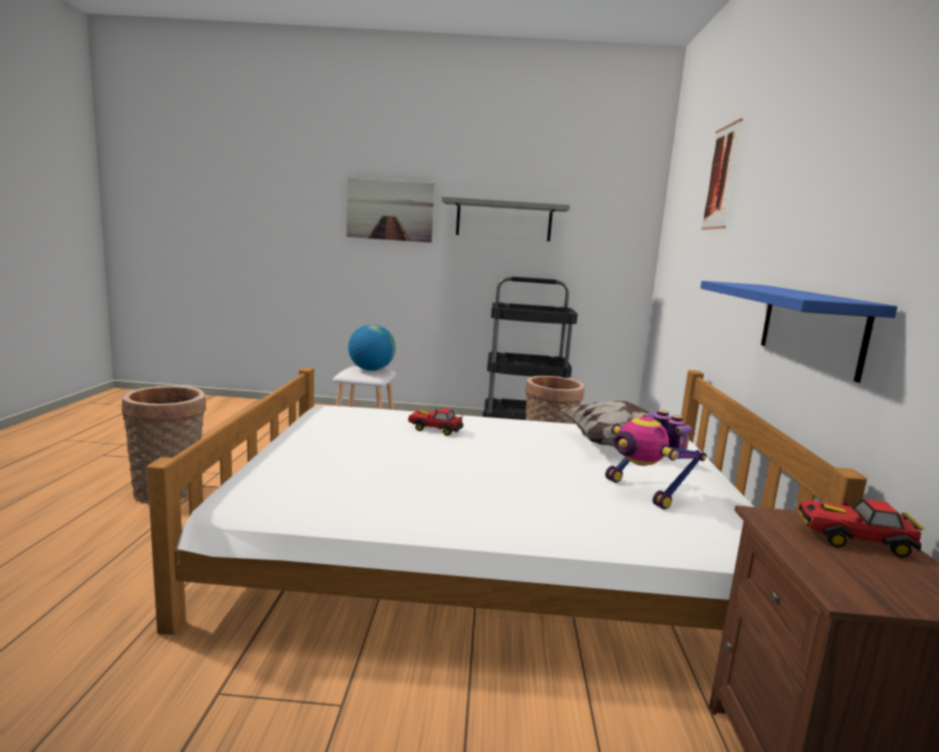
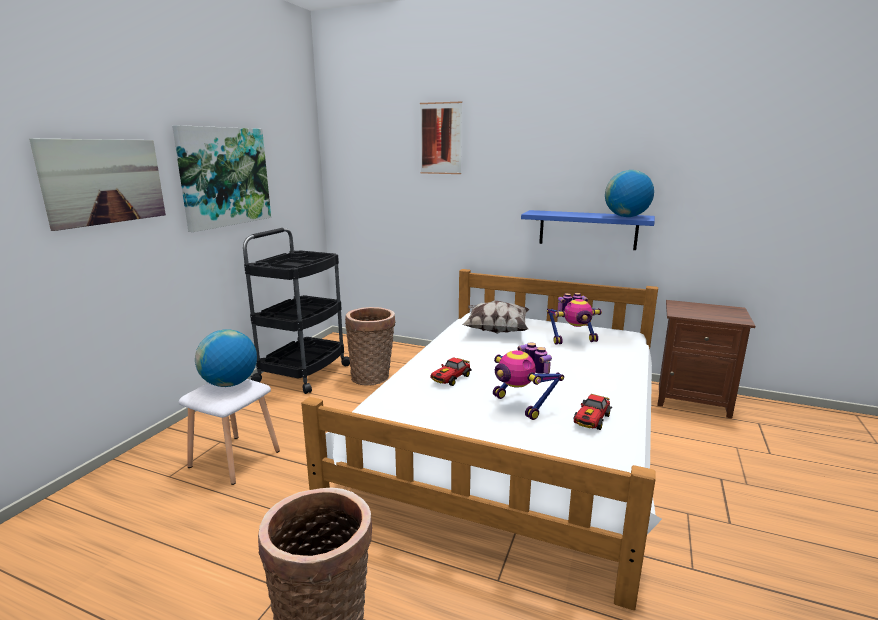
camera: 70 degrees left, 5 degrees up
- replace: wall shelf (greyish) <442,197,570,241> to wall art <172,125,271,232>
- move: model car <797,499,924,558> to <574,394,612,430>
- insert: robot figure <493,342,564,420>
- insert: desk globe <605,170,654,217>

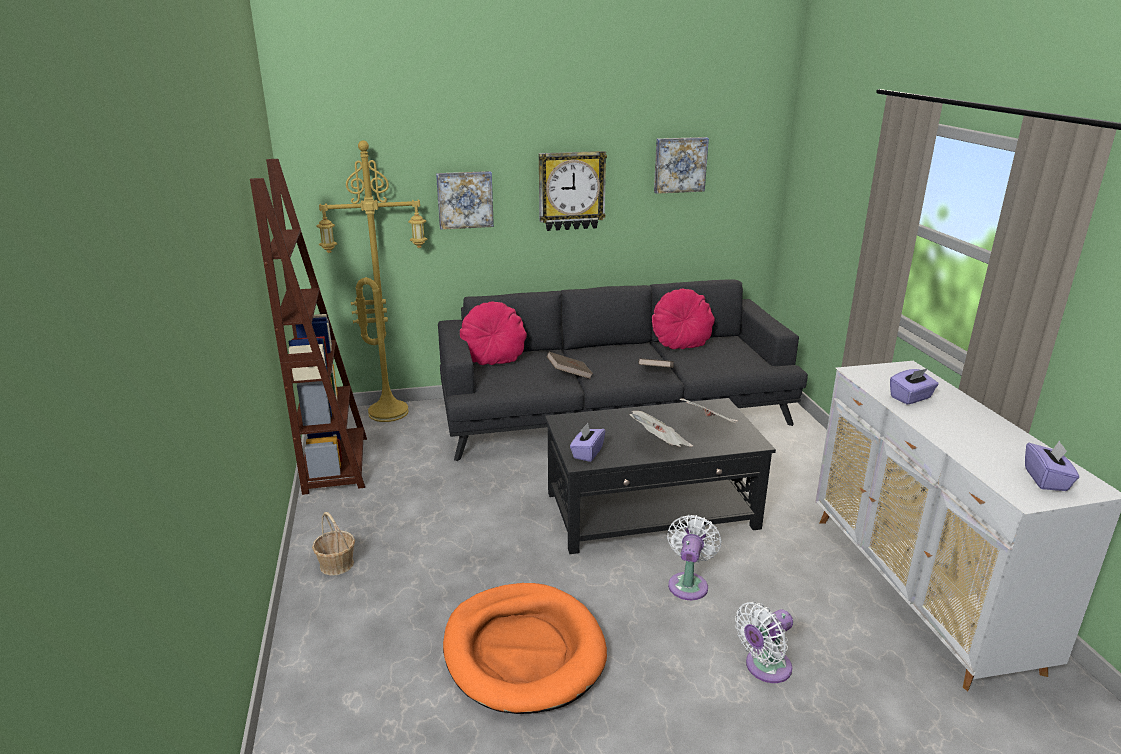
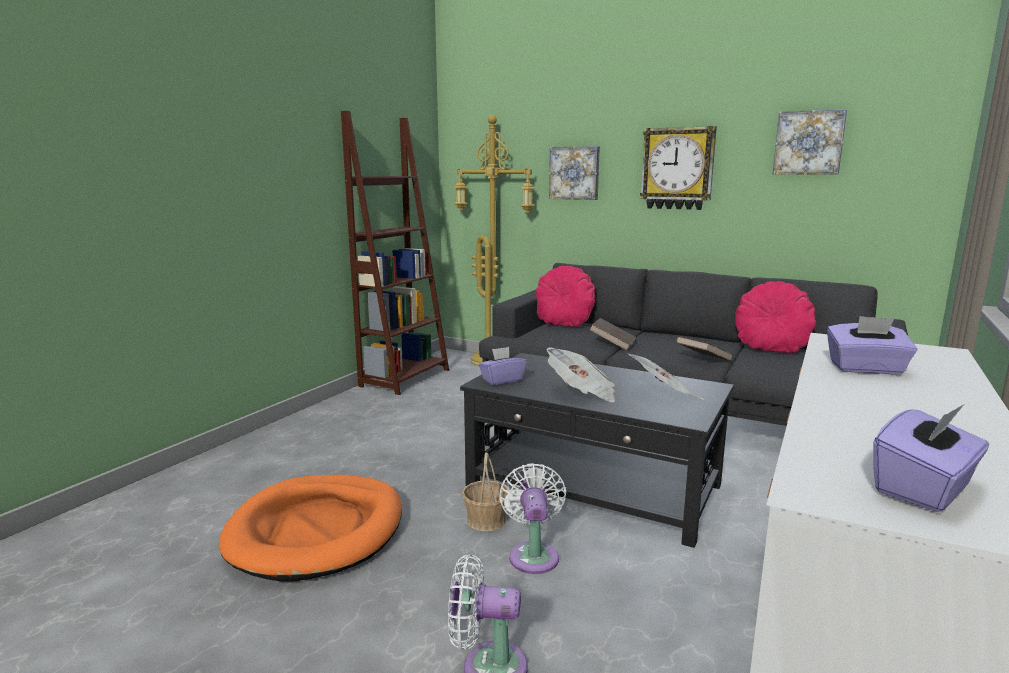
camera: 40 degrees right, 10 degrees down
- move: basket <312,512,355,576> to <462,452,510,532>
- rotate: cooling fan (white) <667,515,722,600> = <499,463,566,574> 60 degrees counterclockwise

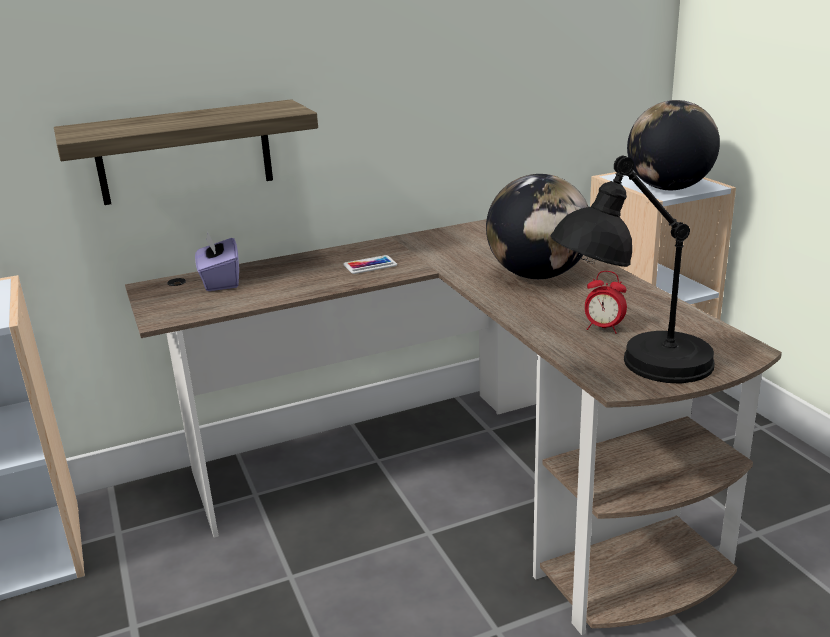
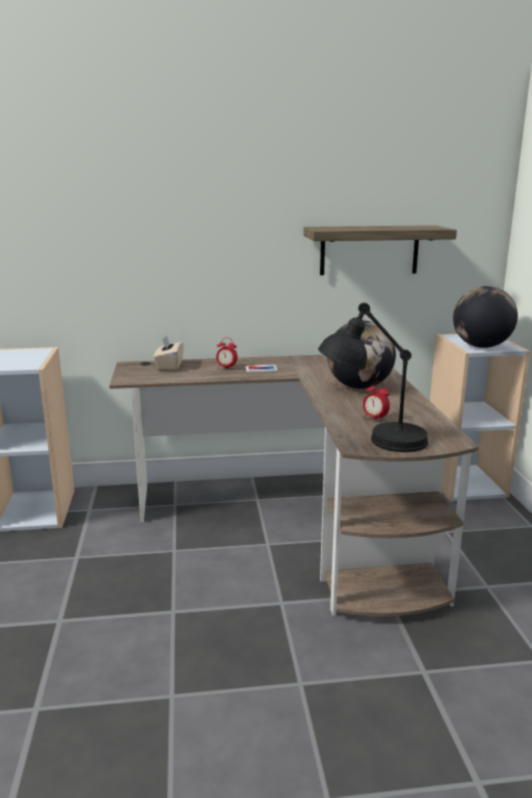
camera: 15 degrees right, 5 degrees down
- move: wall shelf <54,99,318,205> to <303,225,457,275>
- recolor: tissue box (purplish) <195,231,239,291> to tissue box (beige-coloured) <154,336,184,371>
- insert: bedside clock <216,338,238,370>

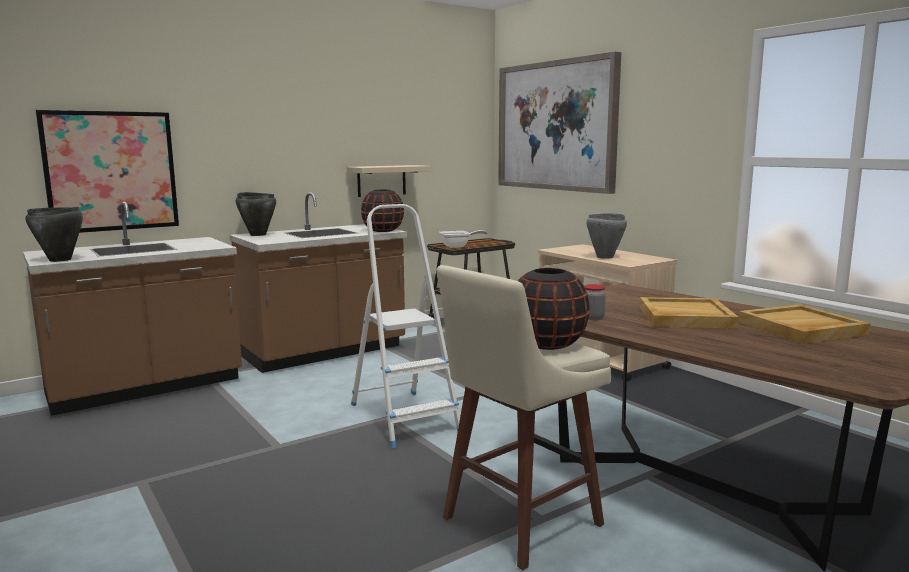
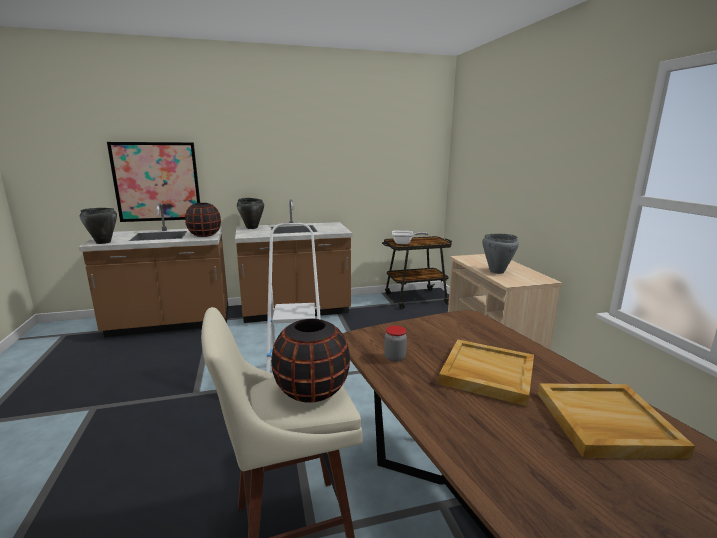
camera: 20 degrees right, 5 degrees up
- delete: wall shelf (beige-coloured) <347,165,431,197>
- move: vase (black-coloured) <361,190,404,232> to <185,203,221,237>
- delete: wall art <498,52,621,194>

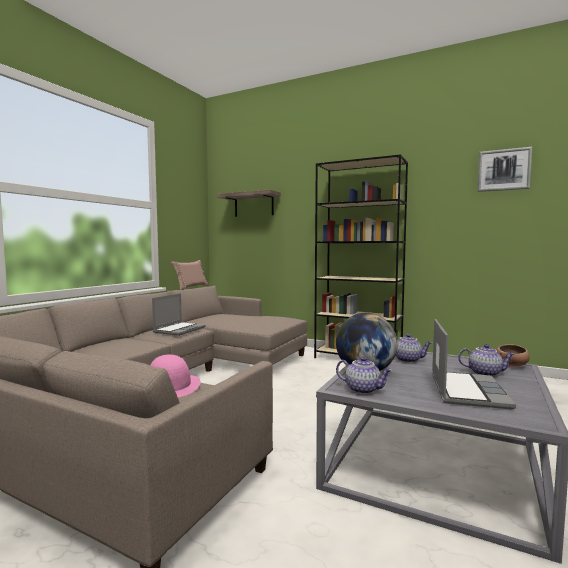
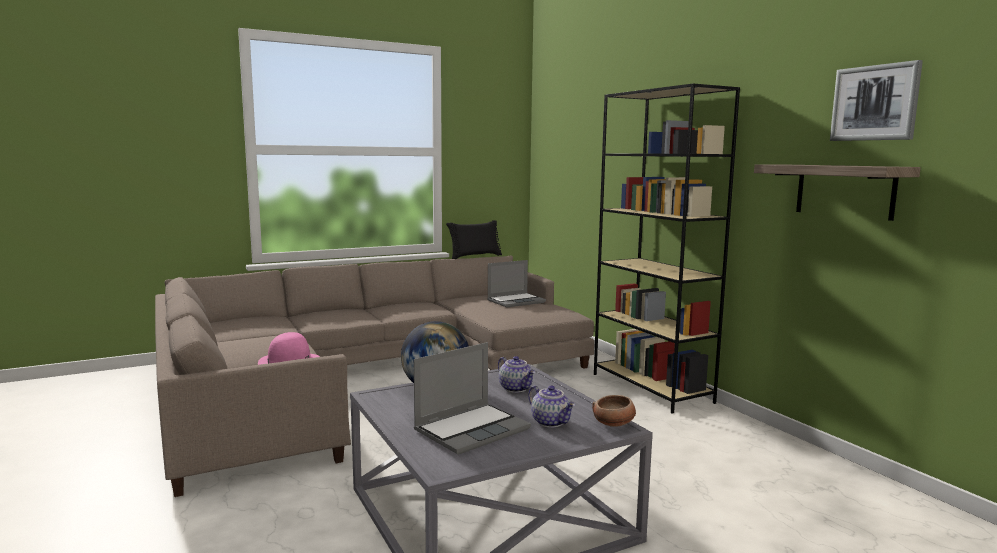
camera: 35 degrees right, 5 degrees up
- move: laptop <152,293,206,336> to <487,260,546,307>
- recolor: pillow (beige-coloured) <171,260,208,290> to pillow (black-coloured) <446,220,502,259>
- move: wall shelf <216,190,281,217> to <754,164,921,221>
- delete: pot for tea <336,357,393,394>

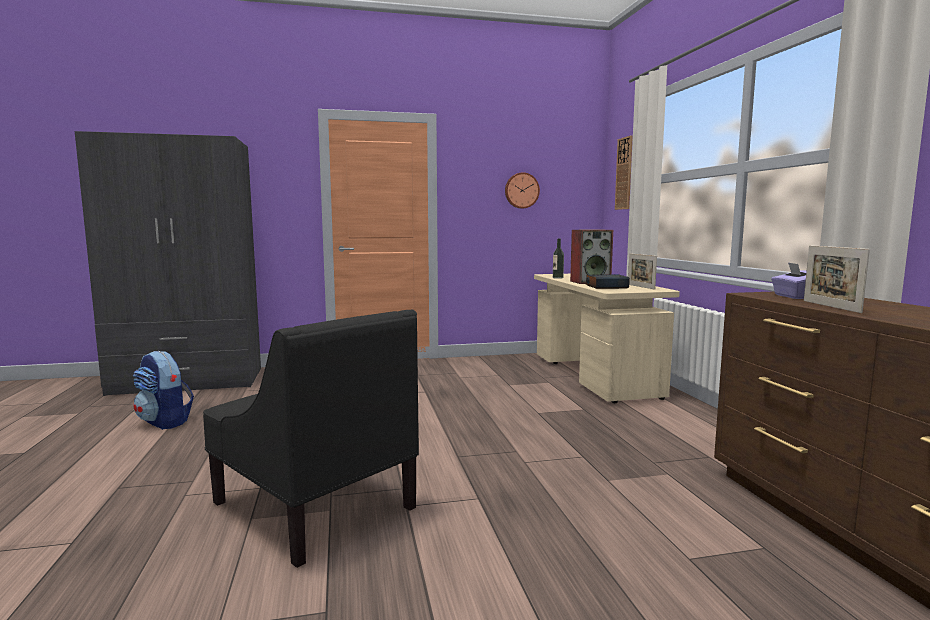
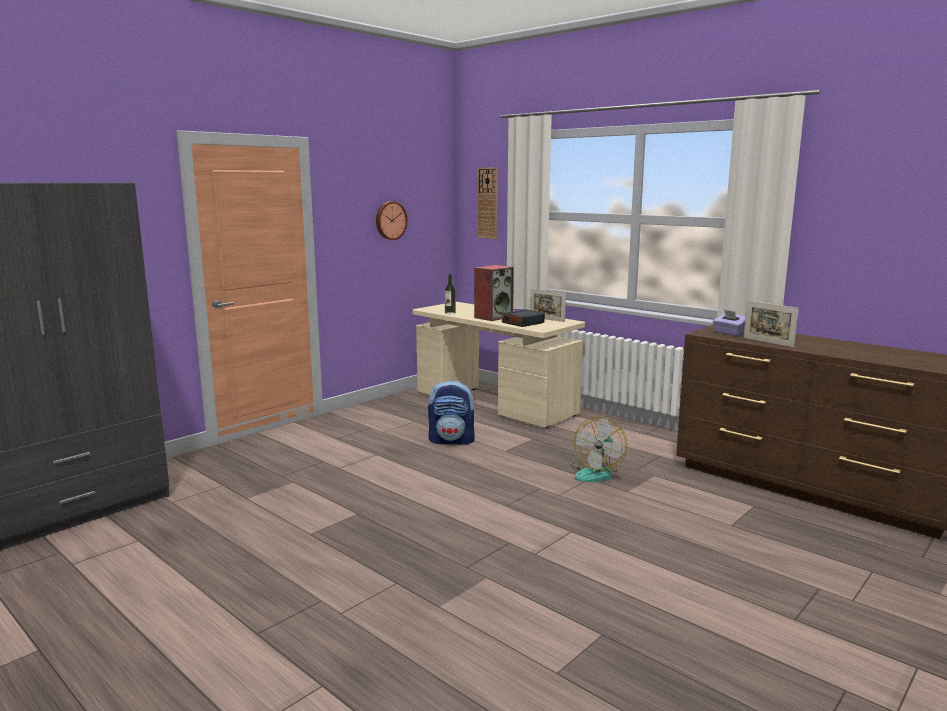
camera: 35 degrees left, 5 degrees up
- move: knapsack <133,351,194,430> to <428,381,476,445>
- delete: easy chair (black-coloured) <203,309,419,568>
- insert: cooling fan <570,417,627,482>

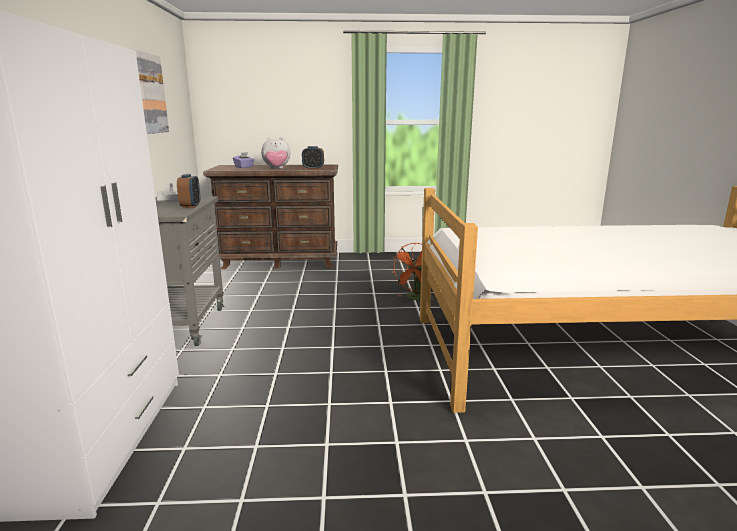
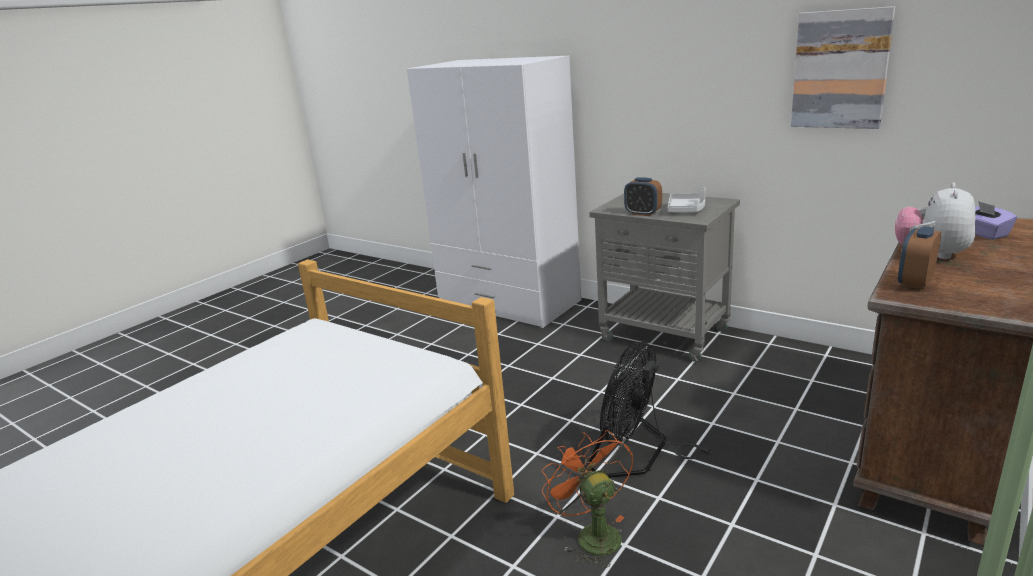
camera: 130 degrees right, 5 degrees up
- insert: cooling fan (black-coloured) <589,341,712,478>

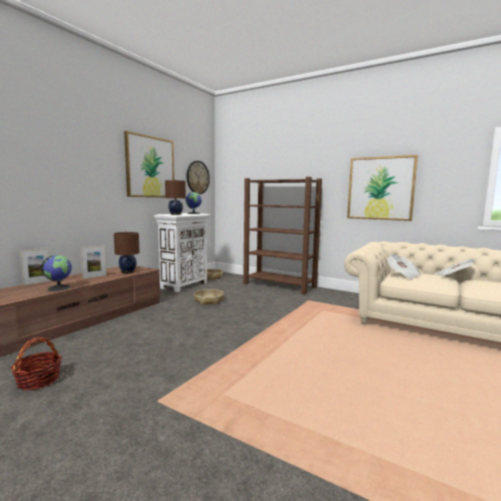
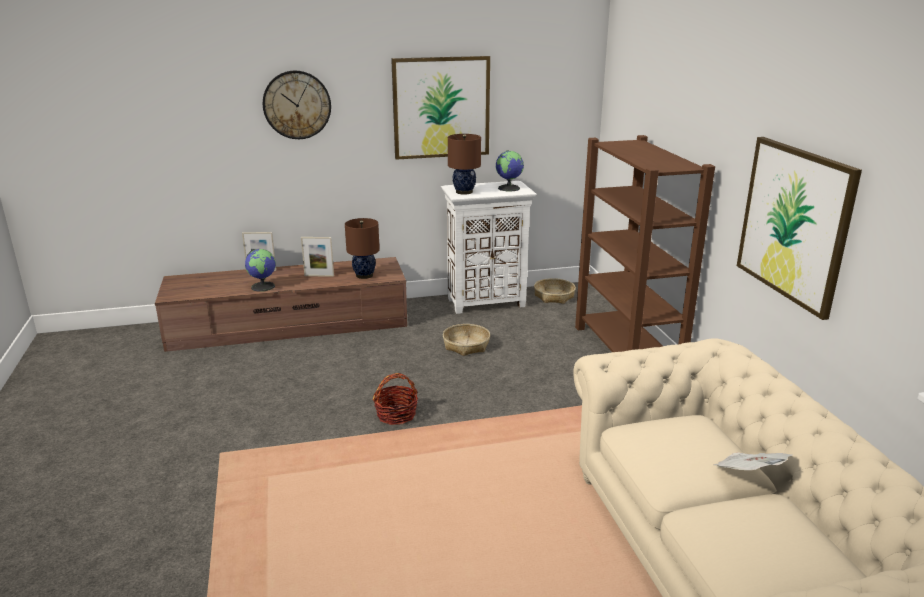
camera: 45 degrees right, 15 degrees up
- move: basket <11,337,62,390> to <373,373,418,425>
- move: hanging clock <187,161,210,194> to <263,71,331,139>
- delete: printed paper <387,254,421,279>

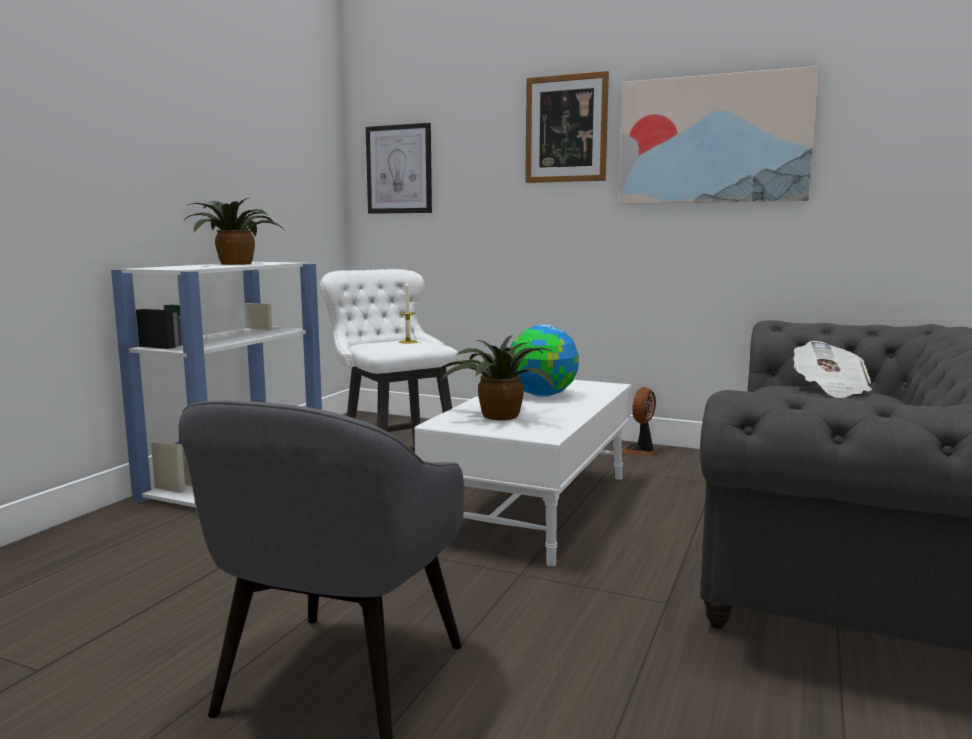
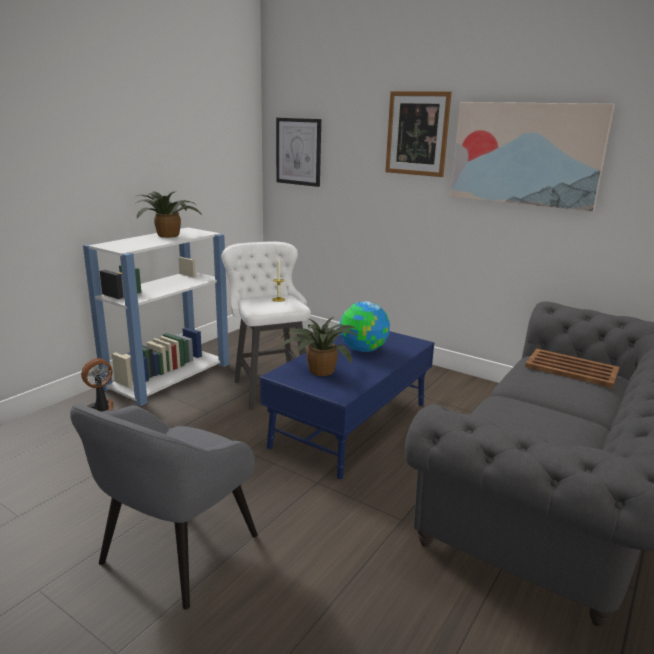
camera: 10 degrees right, 10 degrees up
- recolor: low table (white) <415,380,631,567> to low table (bluish) <260,331,434,479>
- move: cooling fan <622,387,657,455> to <81,358,114,412>
- replace: printed paper <793,341,872,398> to carrying tray (brown-coloured) <525,348,619,388>

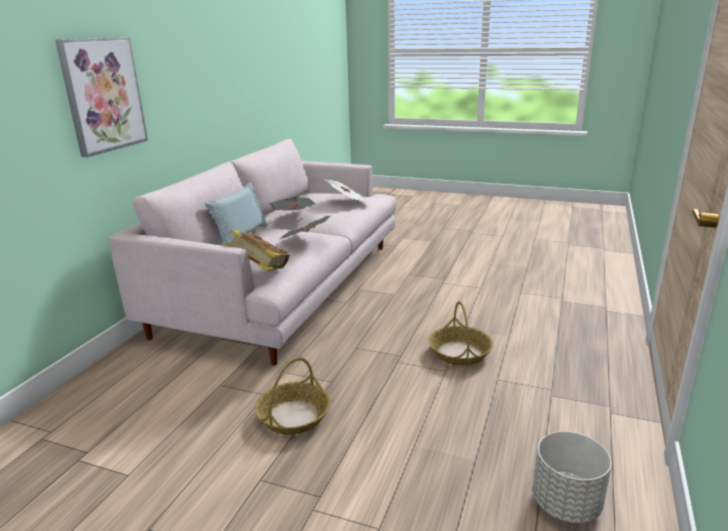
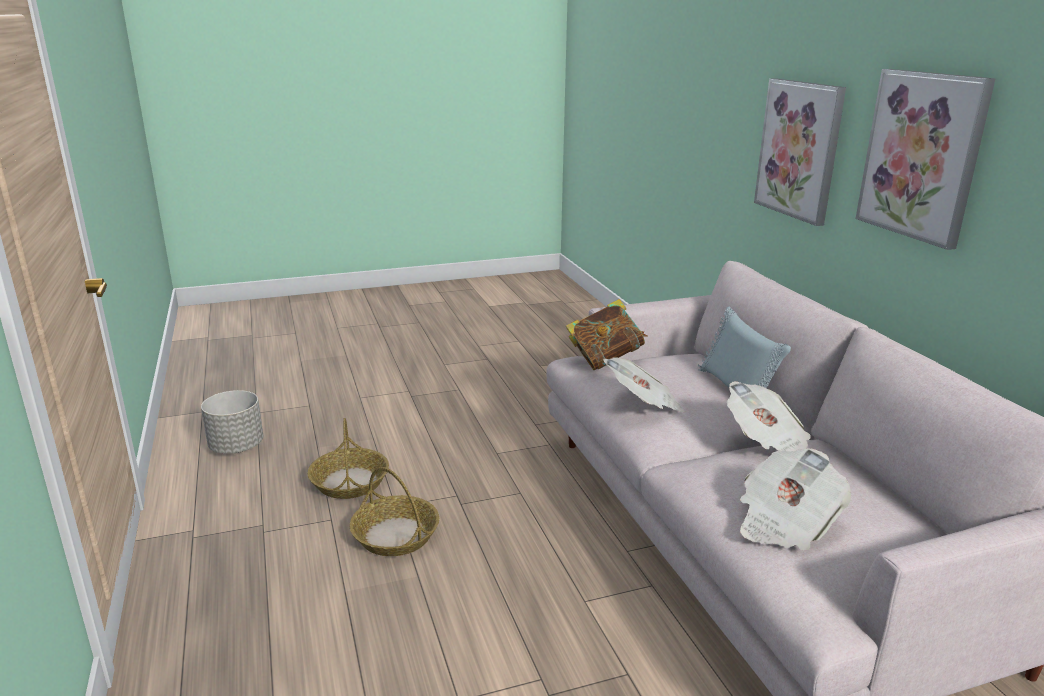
camera: 140 degrees right, 0 degrees up
- move: basket <255,357,330,435> to <308,418,389,499>
- insert: wall art <855,69,996,250>

